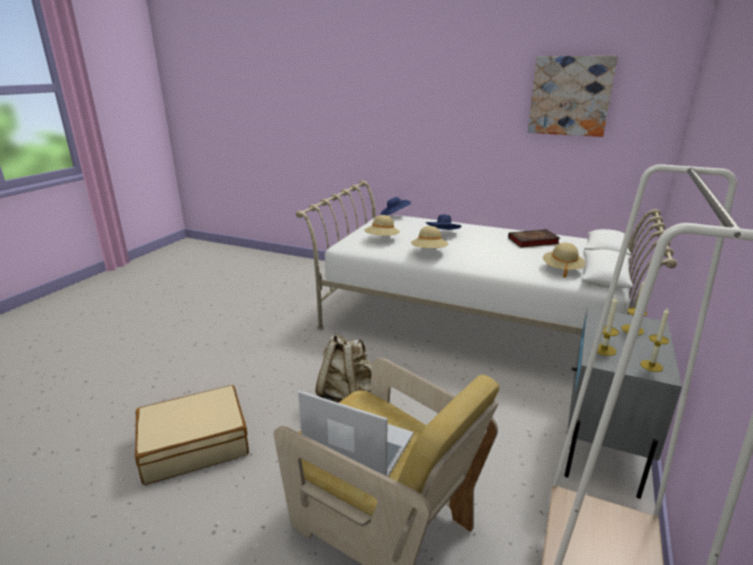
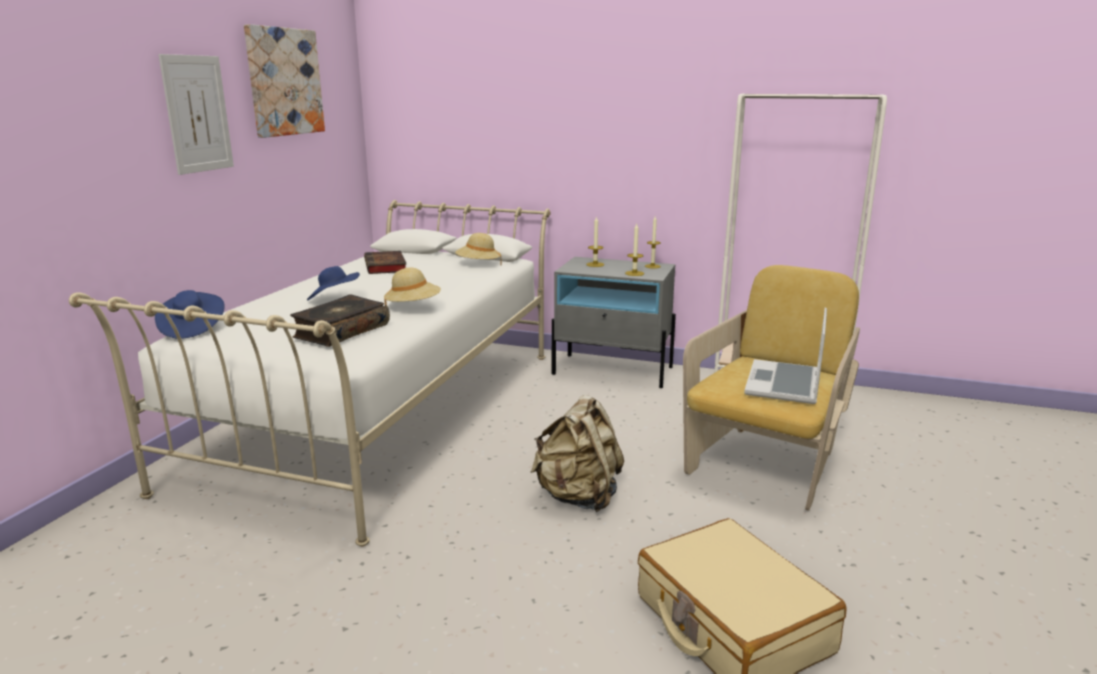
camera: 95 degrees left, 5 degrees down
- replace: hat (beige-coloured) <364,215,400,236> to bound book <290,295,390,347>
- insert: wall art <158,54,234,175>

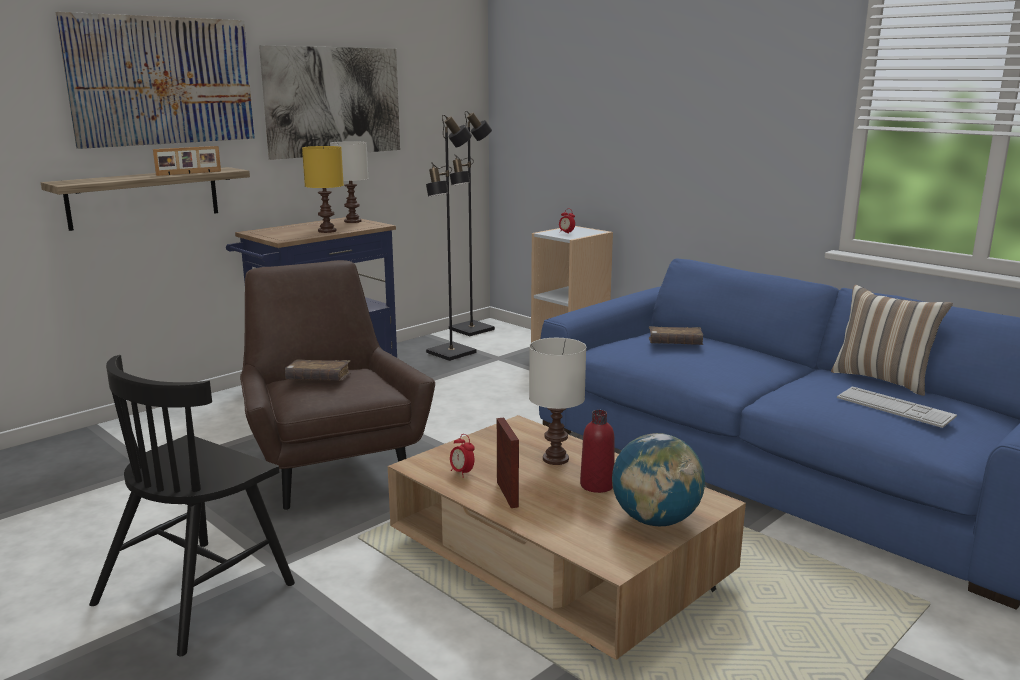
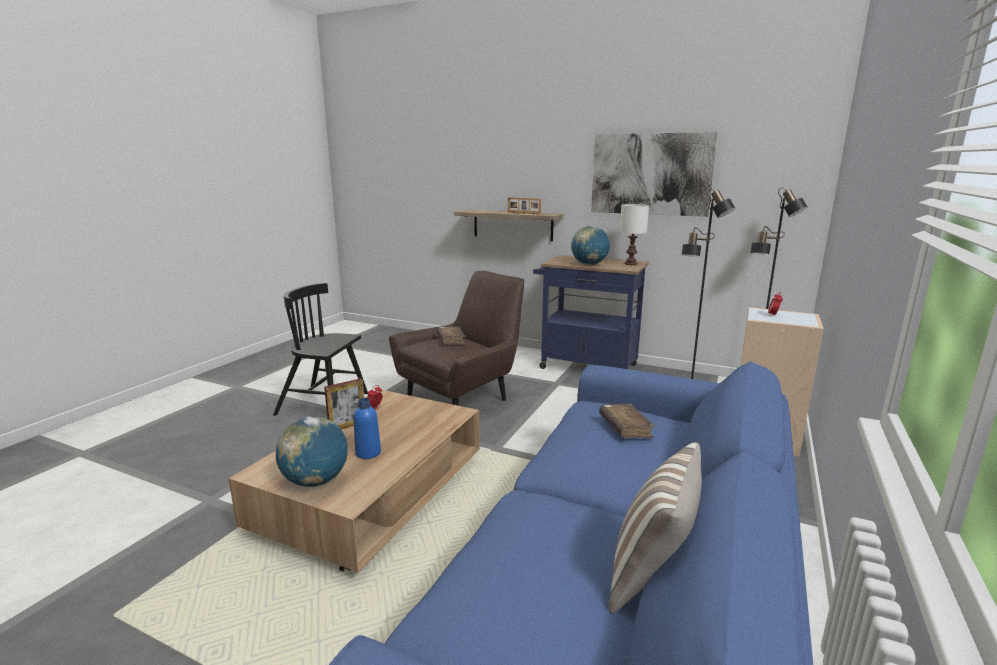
camera: 70 degrees right, 0 degrees up
- delete: wall art <56,12,255,149>
- replace: tabletop lamp (yellow-coloured) <302,146,344,233> to desk globe <571,226,610,265>
- delete: tabletop lamp (white) <529,338,586,465>
- recolor: bottle (red) <580,410,615,493> to bottle (bluish) <354,398,381,459>
- delete: keyboard <837,386,957,428>

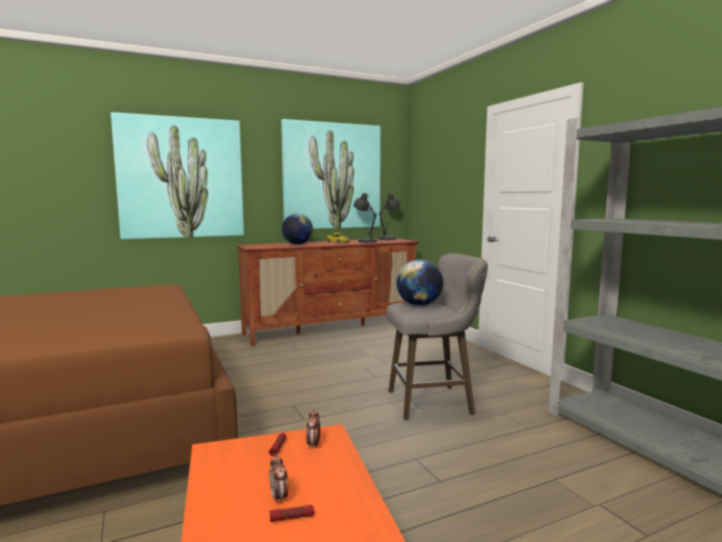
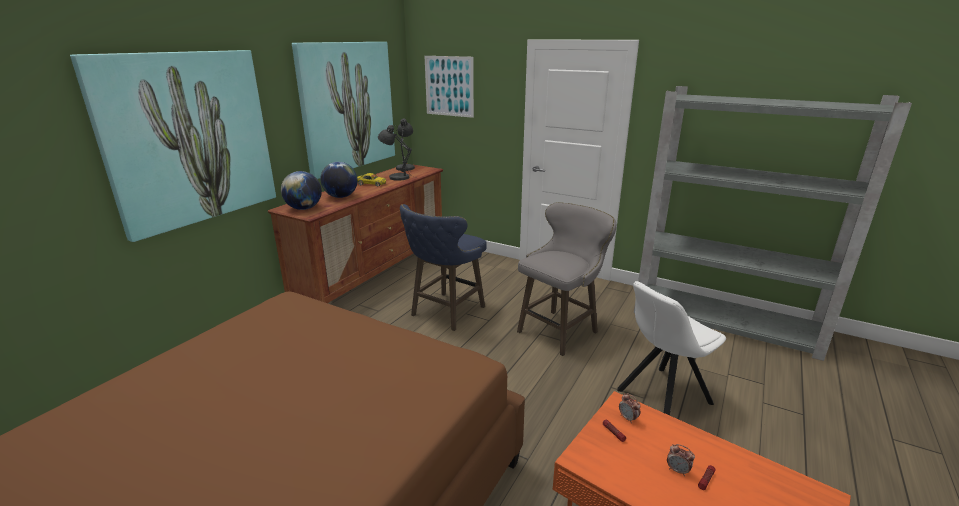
camera: 35 degrees left, 15 degrees up
- move: desk globe <396,259,443,306> to <281,171,322,210>
- insert: stool (bluish) <400,204,487,331>
- insert: wall art <425,56,474,118>
- insert: upright chair (white) <617,281,726,415>

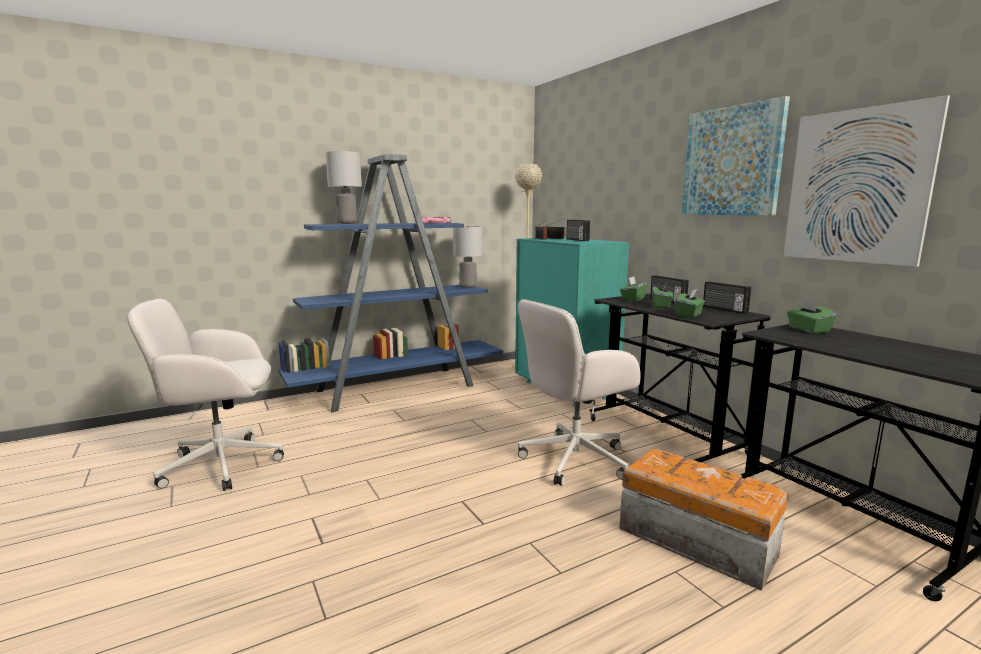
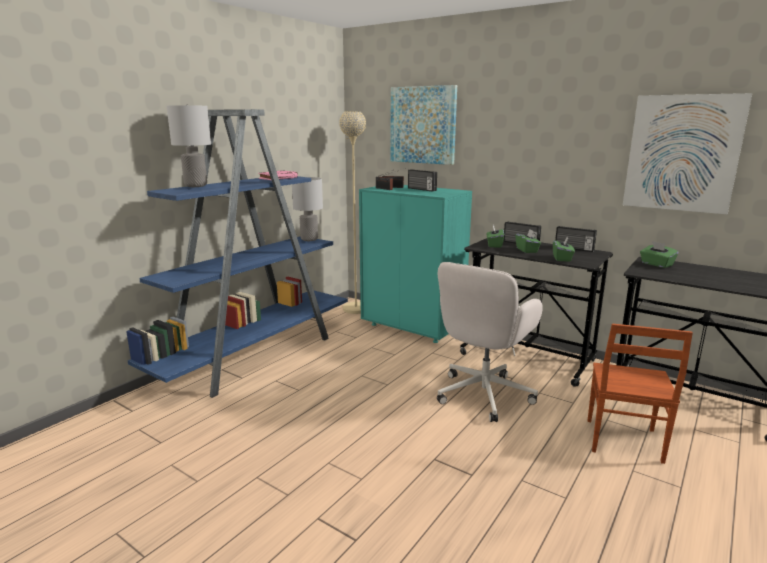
camera: 25 degrees left, 5 degrees up
- delete: computer chair (white) <127,299,284,491>
- replace: storage box <619,450,788,591> to upright chair (brown-coloured) <588,324,693,464>
- move: wall art <682,96,790,215> to <390,85,457,165>

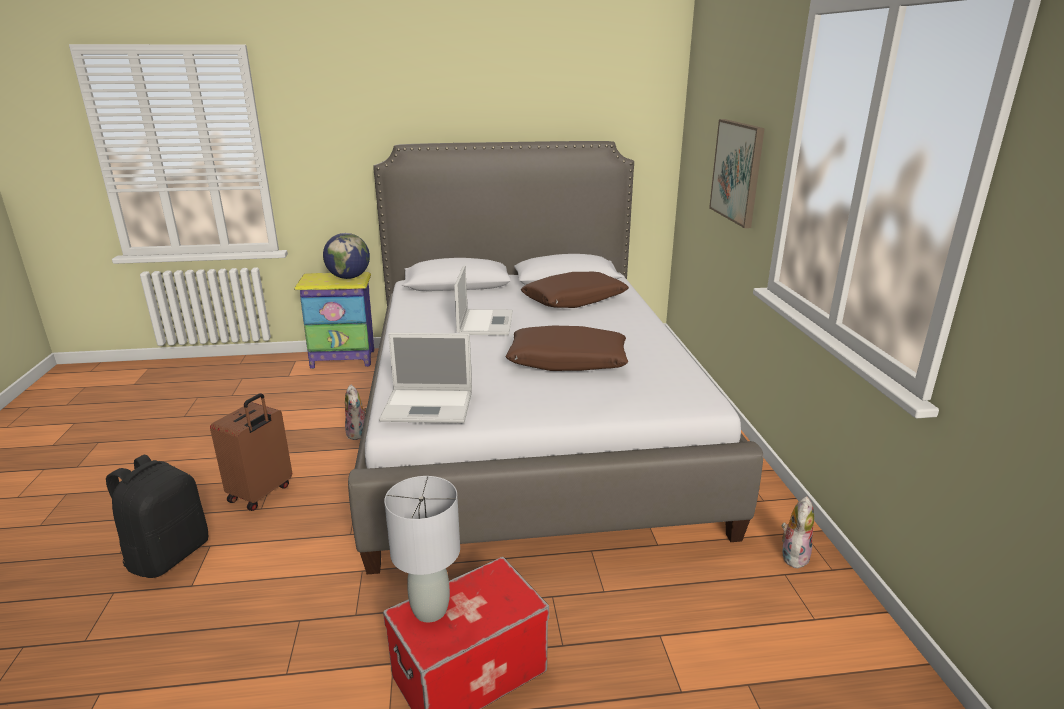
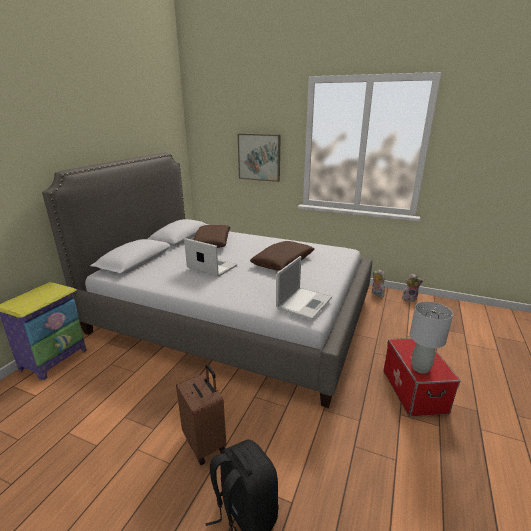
camera: 60 degrees left, 0 degrees up
- delete: desk globe <323,233,370,279>
- move: plush toy <345,384,367,440> to <402,274,423,302>

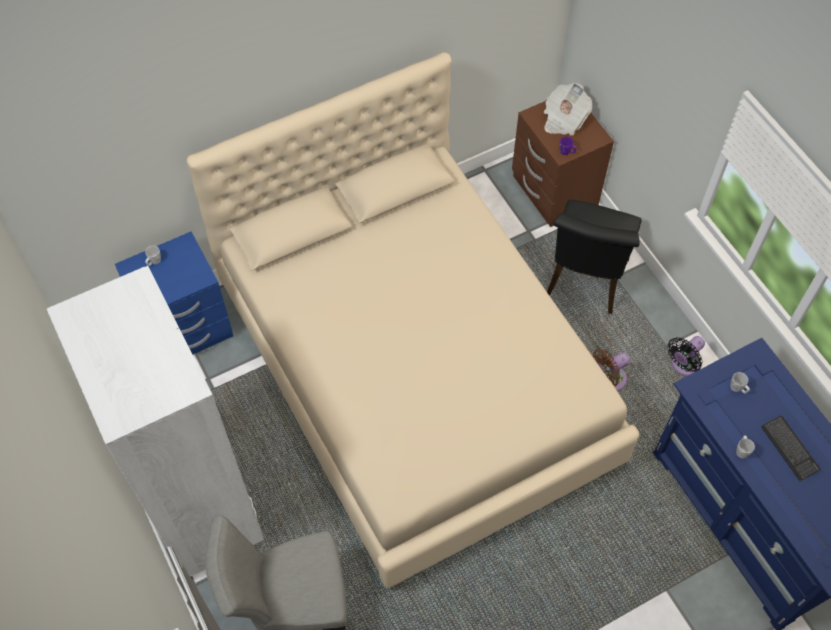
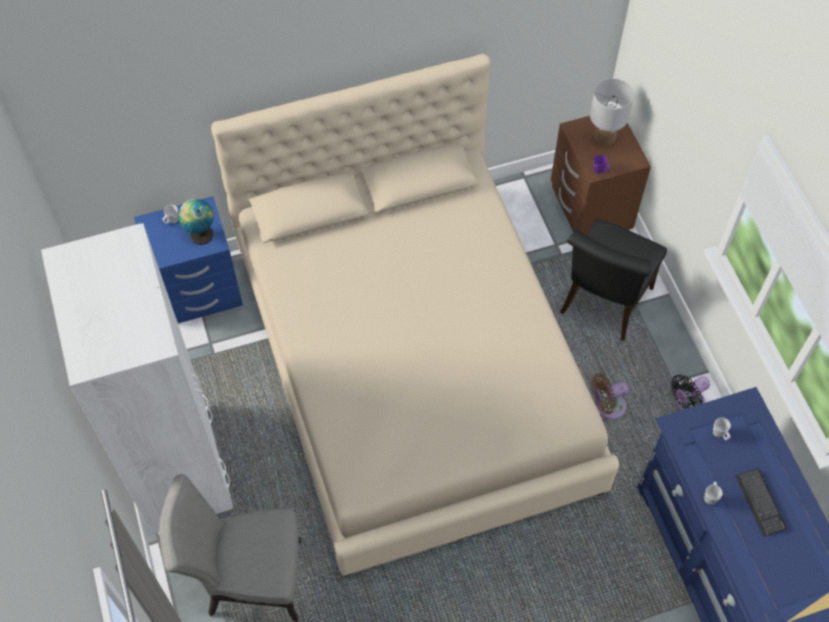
camera: 10 degrees right, 0 degrees up
- replace: printed paper <544,83,592,135> to tabletop lamp (greyish) <590,78,634,145>
- insert: desk globe <178,199,214,245>

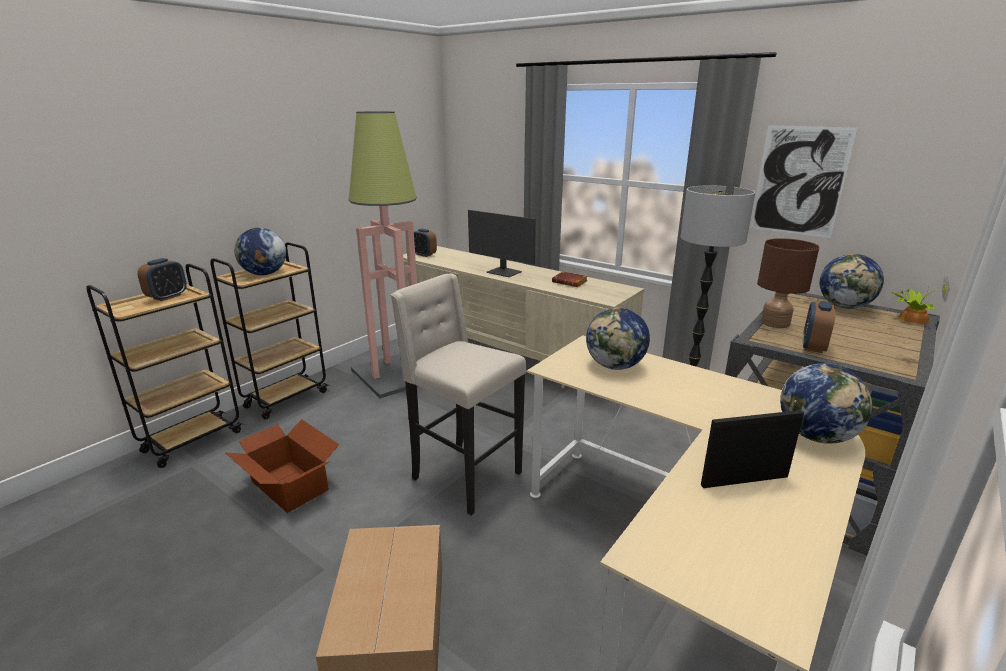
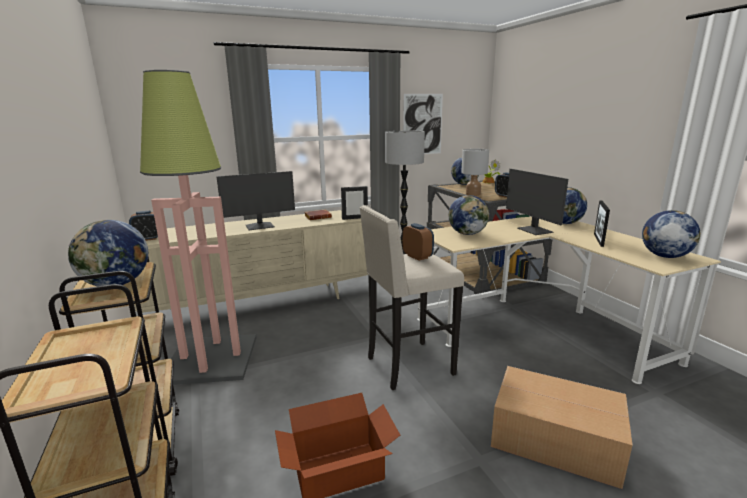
camera: 60 degrees left, 5 degrees down
- move: bedside clock <137,258,187,301> to <403,223,434,261>
- recolor: tabletop lamp (brown-coloured) <757,238,819,328> to tabletop lamp (greyish) <461,149,489,196>
- insert: picture frame <341,186,368,220>
- insert: computer screen <506,169,568,235>
- insert: desk globe <642,210,700,258>

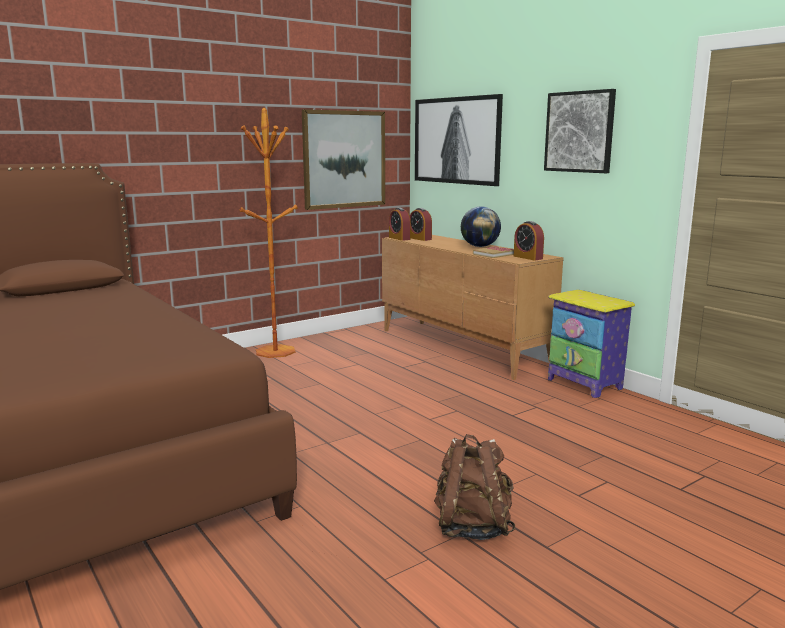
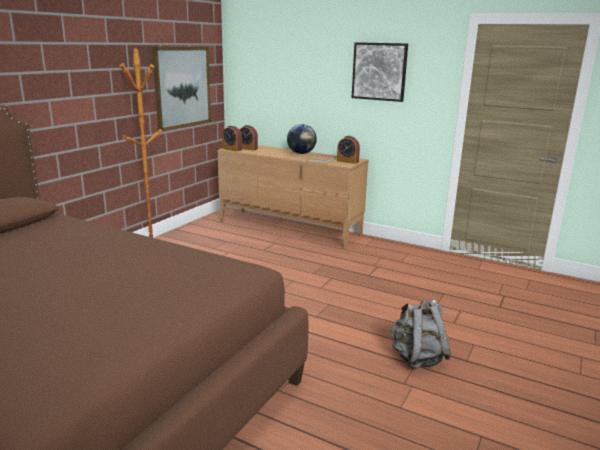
camera: 25 degrees left, 5 degrees up
- delete: wall art <415,94,503,186>
- recolor: knapsack (brown-coloured) <434,434,515,540> to knapsack (greyish) <391,300,451,369>
- delete: bedside table <548,290,635,398>

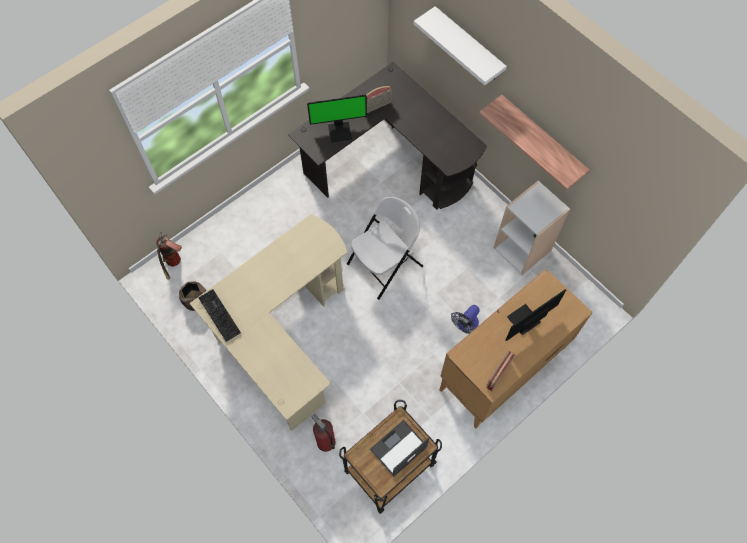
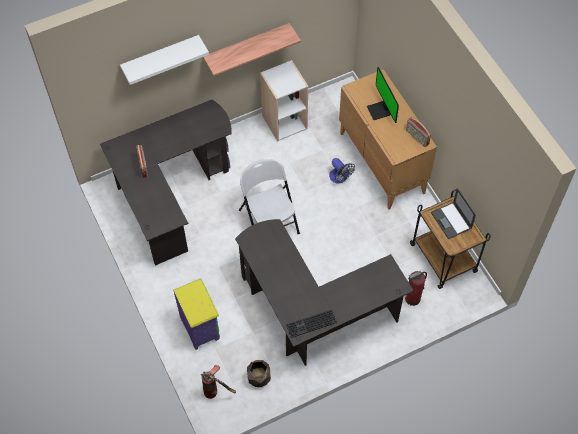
camera: 75 degrees left, 5 degrees down
- recolor: desk unit (beige-coloured) <189,214,347,431> to desk unit (black-coloured) <235,219,414,366>
- delete: computer screen <307,95,367,142>
- insert: bedside table <173,279,220,350>

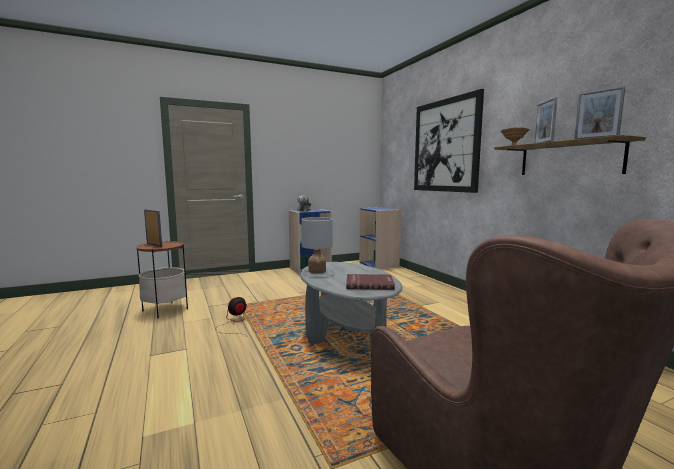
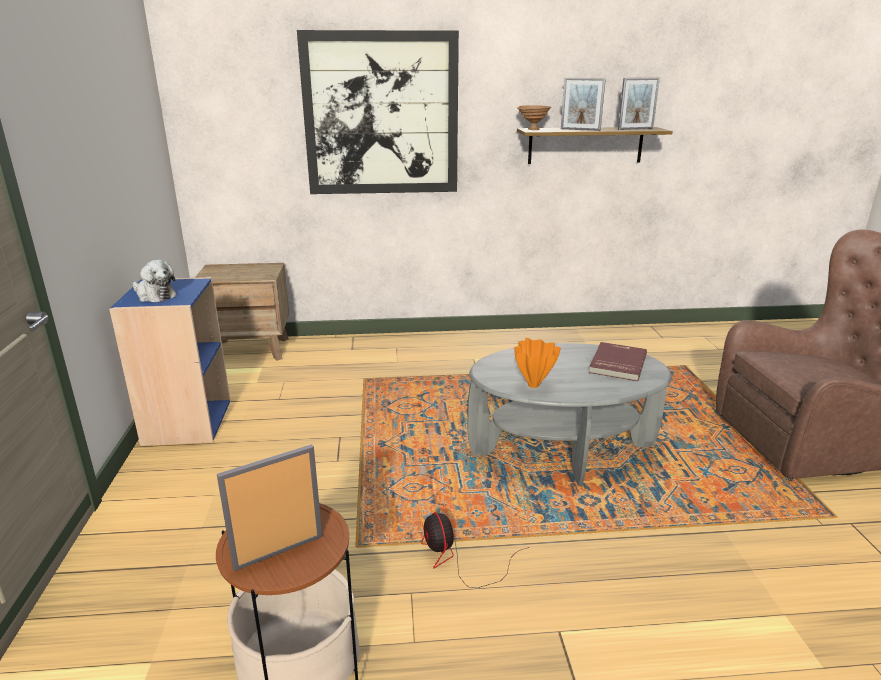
camera: 70 degrees left, 15 degrees up
- replace: tabletop lamp (greyish) <301,217,333,274> to vase (orange) <514,338,561,388>
- replace: bookshelf (bluish) <359,207,401,269> to bedside table (brown-coloured) <195,263,289,361>

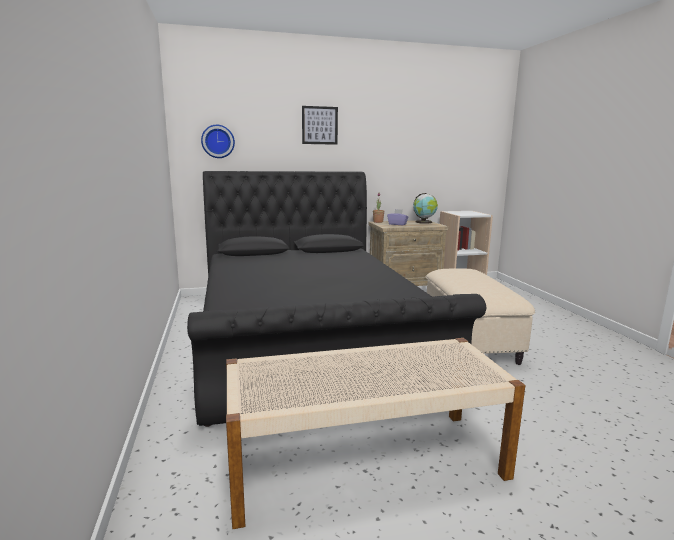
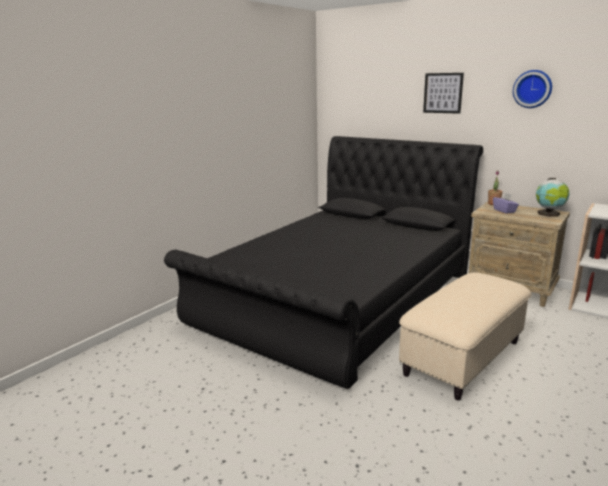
camera: 50 degrees right, 5 degrees up
- move: hanging clock <201,125,235,158> to <513,70,552,108>
- delete: indoor bench (beige-coloured) <226,338,525,529>

